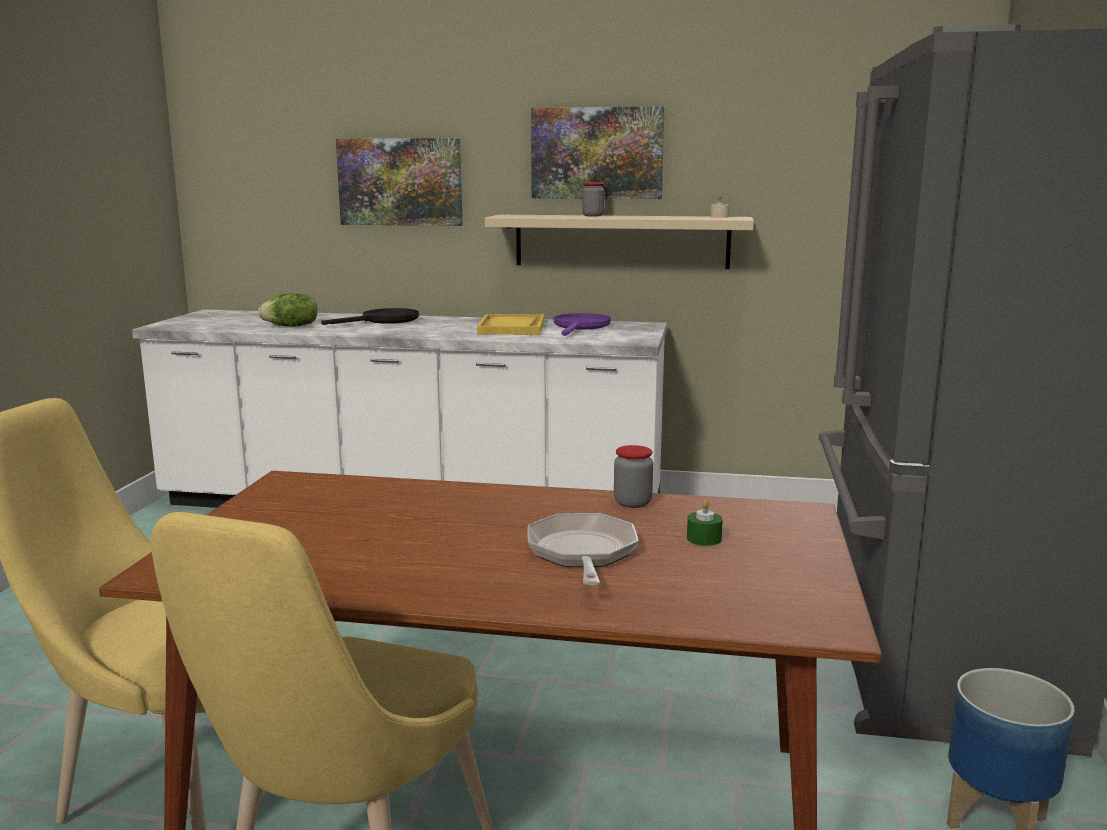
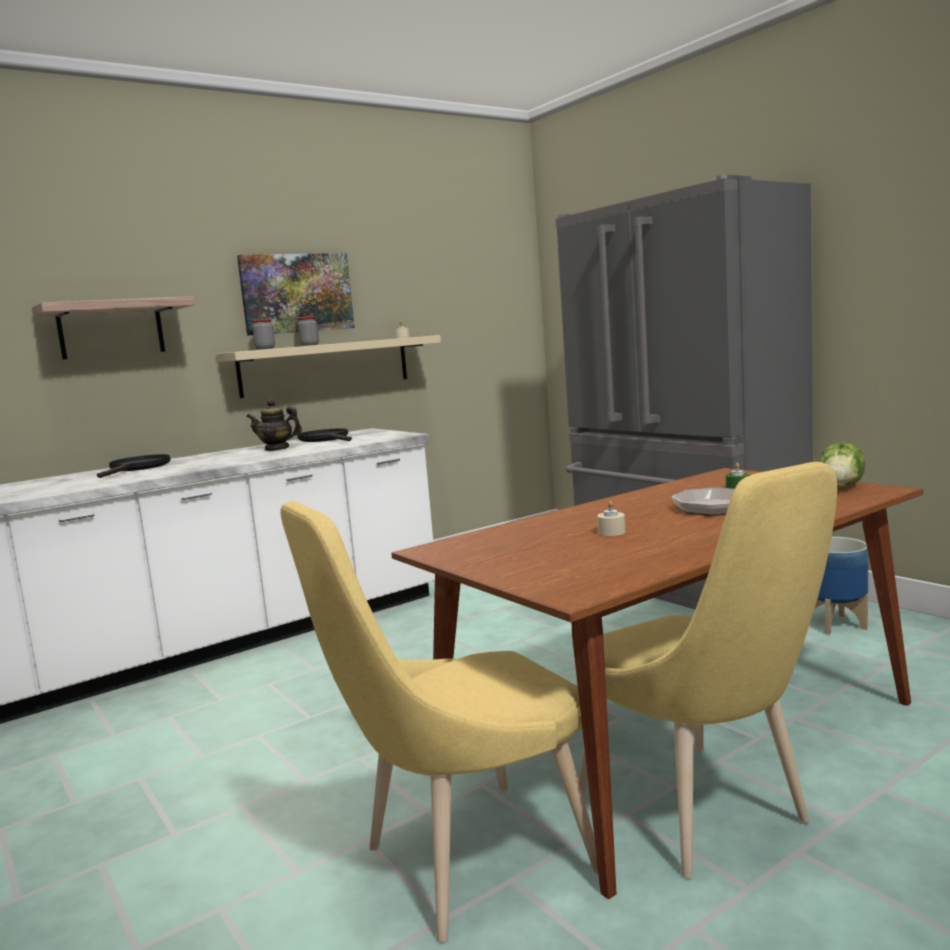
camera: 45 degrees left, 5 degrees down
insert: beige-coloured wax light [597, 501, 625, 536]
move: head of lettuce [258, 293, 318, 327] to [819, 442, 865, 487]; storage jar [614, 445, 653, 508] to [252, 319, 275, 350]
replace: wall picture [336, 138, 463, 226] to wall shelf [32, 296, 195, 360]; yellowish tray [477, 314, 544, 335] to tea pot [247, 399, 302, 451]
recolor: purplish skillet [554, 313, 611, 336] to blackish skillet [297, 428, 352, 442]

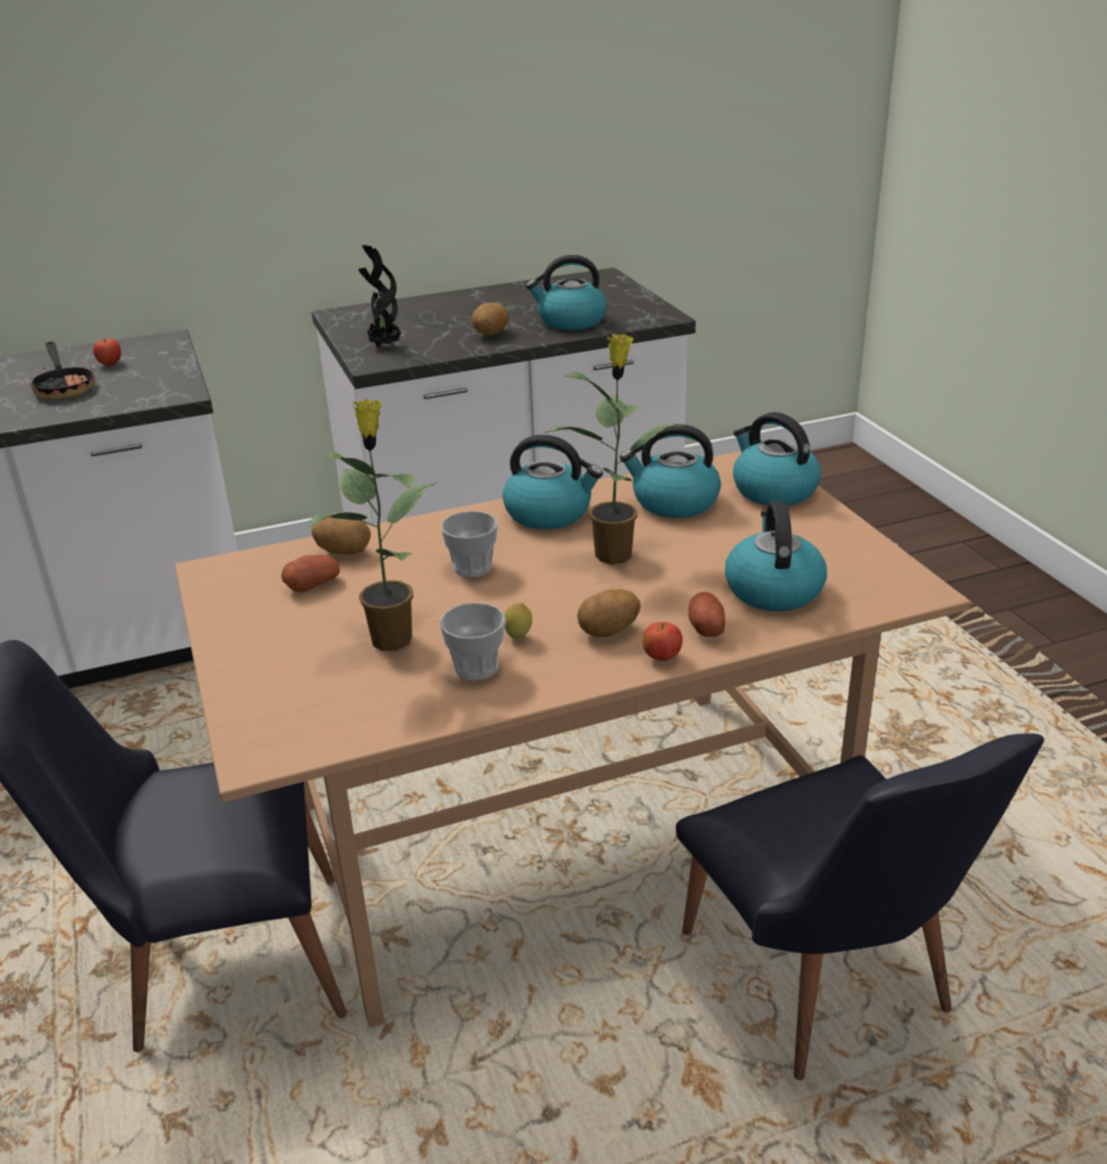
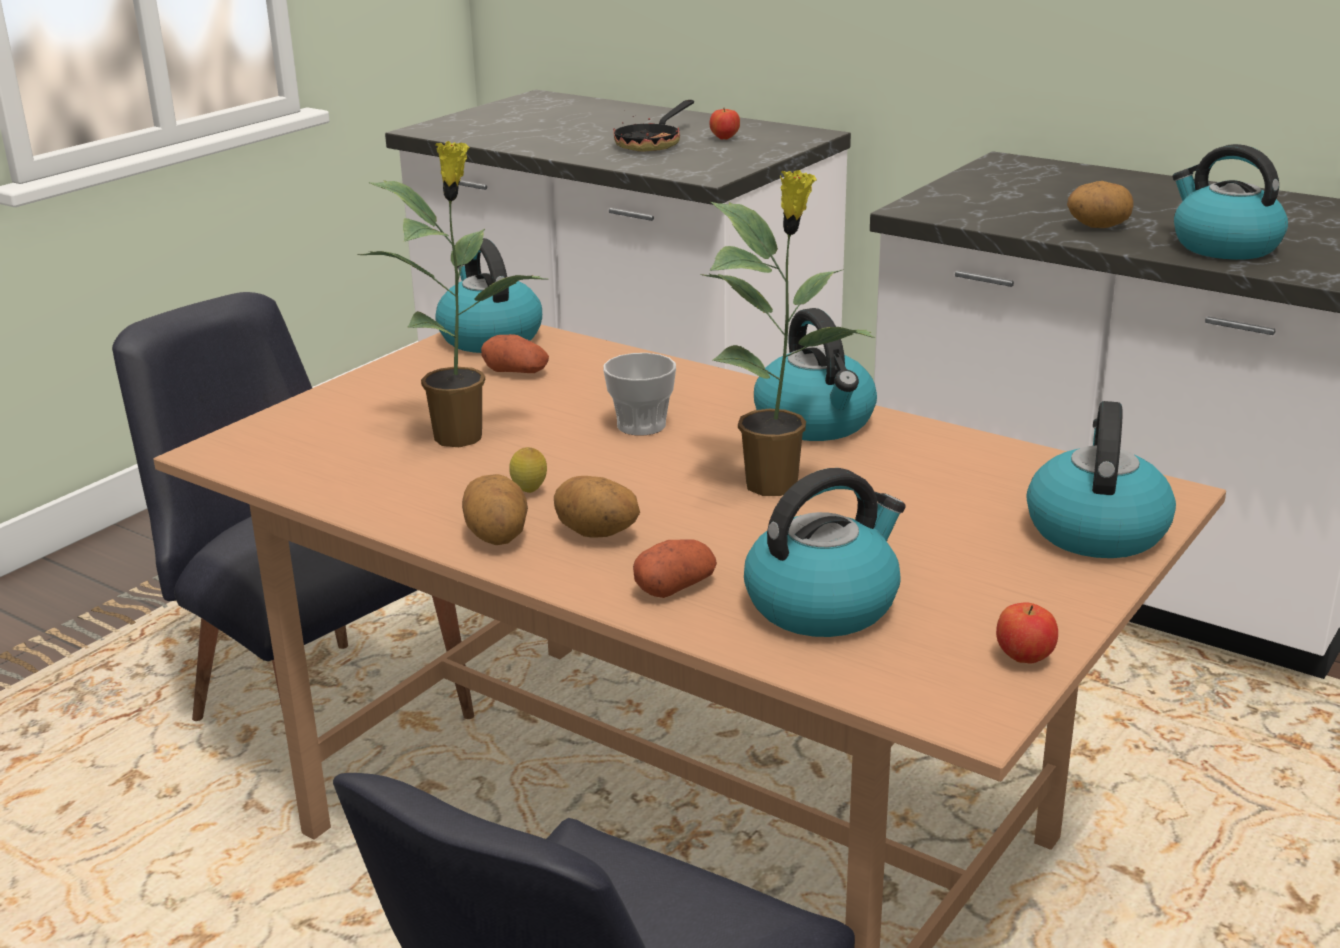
camera: 55 degrees right, 5 degrees down
delete: plant in a pot [358, 245, 401, 347]; small cup [440, 603, 506, 680]
move: whole potato [312, 514, 371, 555] to [462, 474, 528, 545]; water kettle [620, 424, 721, 518] to [435, 238, 542, 353]; apple fruit [643, 622, 682, 661] to [996, 603, 1058, 664]

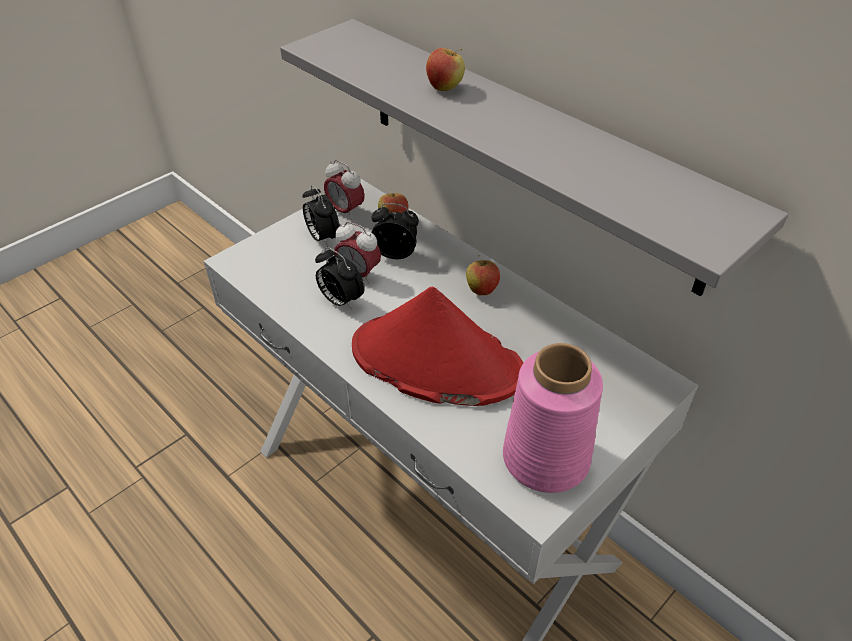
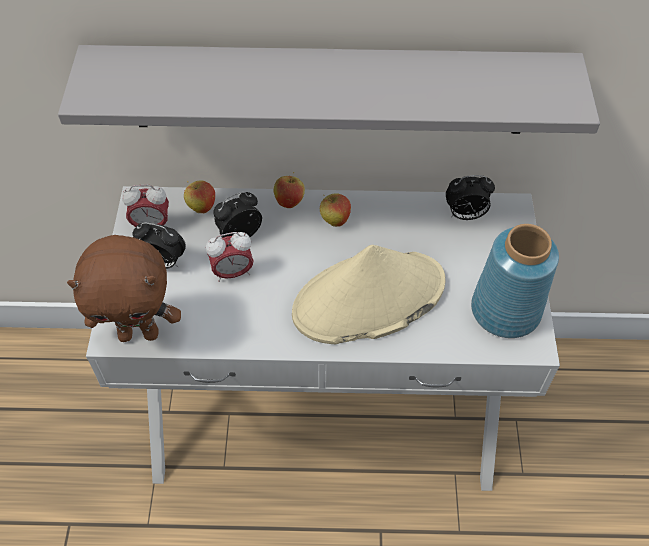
camera: 45 degrees left, 10 degrees up
insert: brownish plush toy [67, 235, 181, 342]
move: table clock [315, 247, 365, 310] to [446, 175, 495, 220]; apple fruit [426, 48, 465, 91] to [274, 172, 305, 208]
recolor: red-coloured wearable hat [352, 287, 523, 406] to beige-coloured wearable hat [292, 245, 446, 344]; pink flower vase [503, 343, 603, 493] to bluish flower vase [471, 224, 559, 338]

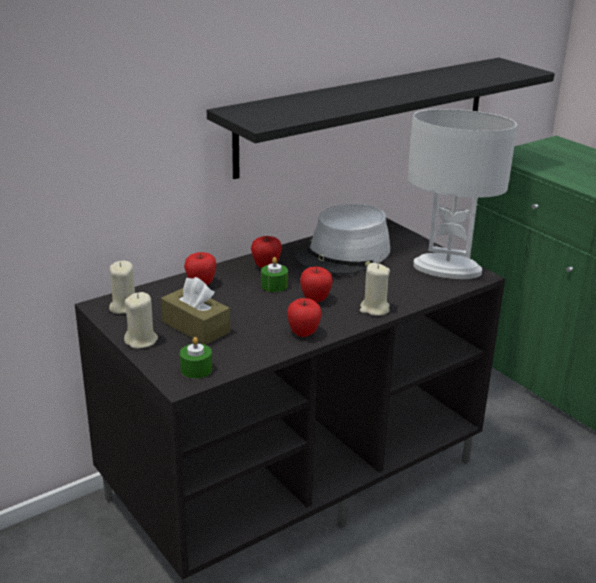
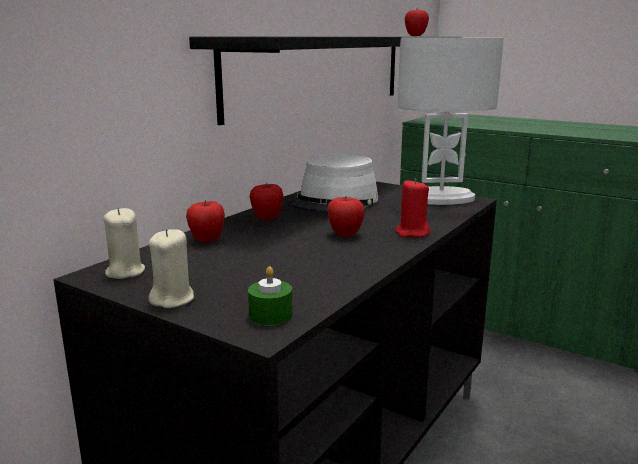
camera: 20 degrees left, 10 degrees down
delete: brownish tissue box [161, 277, 230, 345]; greenish wax light [261, 257, 288, 292]
move: apple fruit [287, 298, 322, 337] to [405, 10, 429, 36]
recolor: beige-coloured wax light [360, 263, 390, 316] to red-coloured wax light [395, 179, 430, 237]

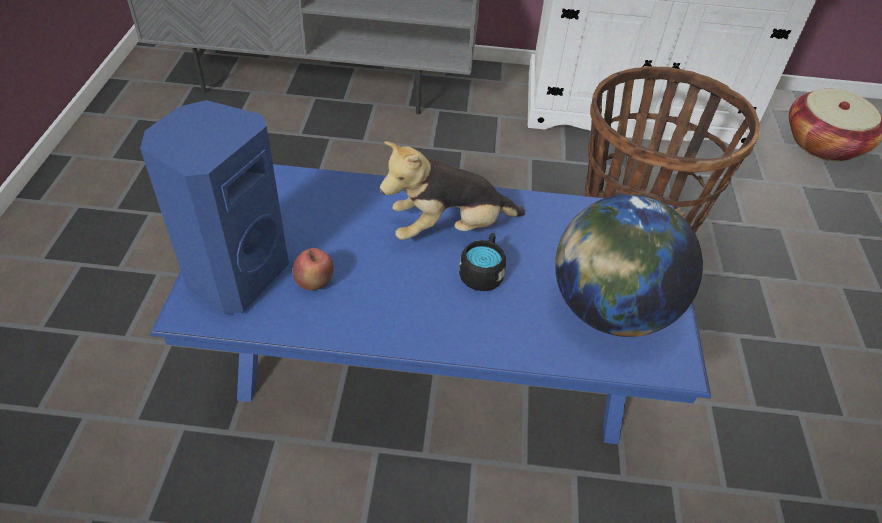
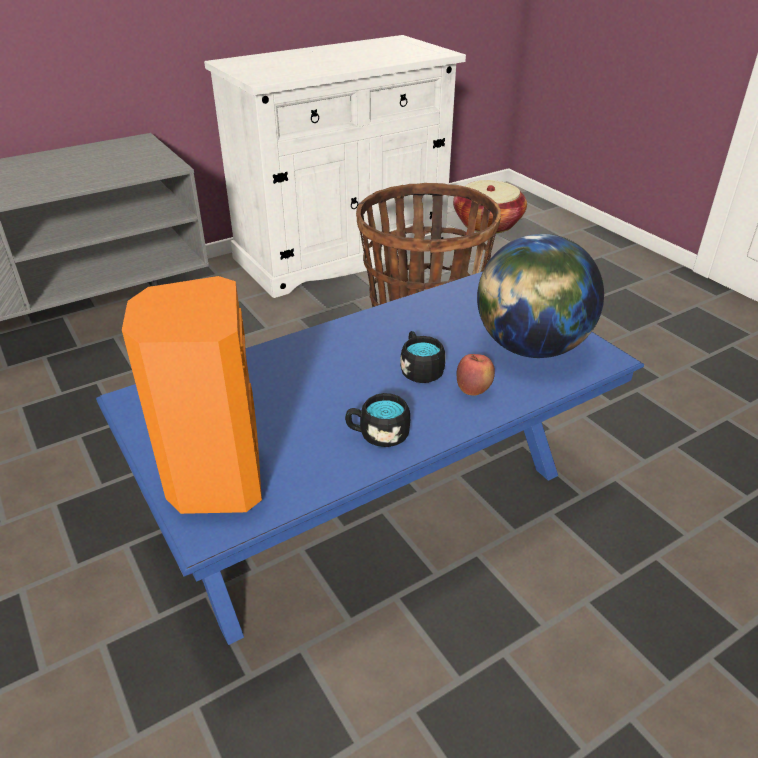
camera: 35 degrees left, 10 degrees down
delete: plush toy [380, 141, 525, 240]
insert: blackish tea mug [345, 393, 410, 447]
move: apple fruit [293, 248, 334, 290] to [457, 354, 495, 396]
recolor: bluish loudspeaker [140, 100, 289, 315] to orange loudspeaker [122, 276, 262, 514]

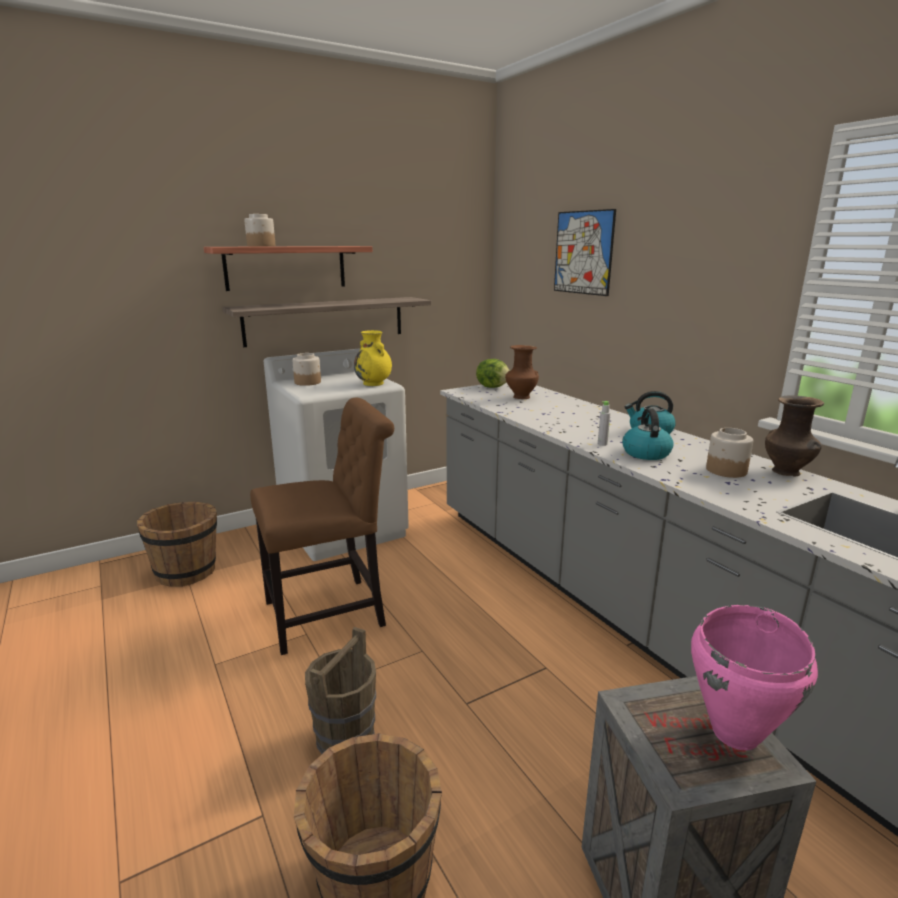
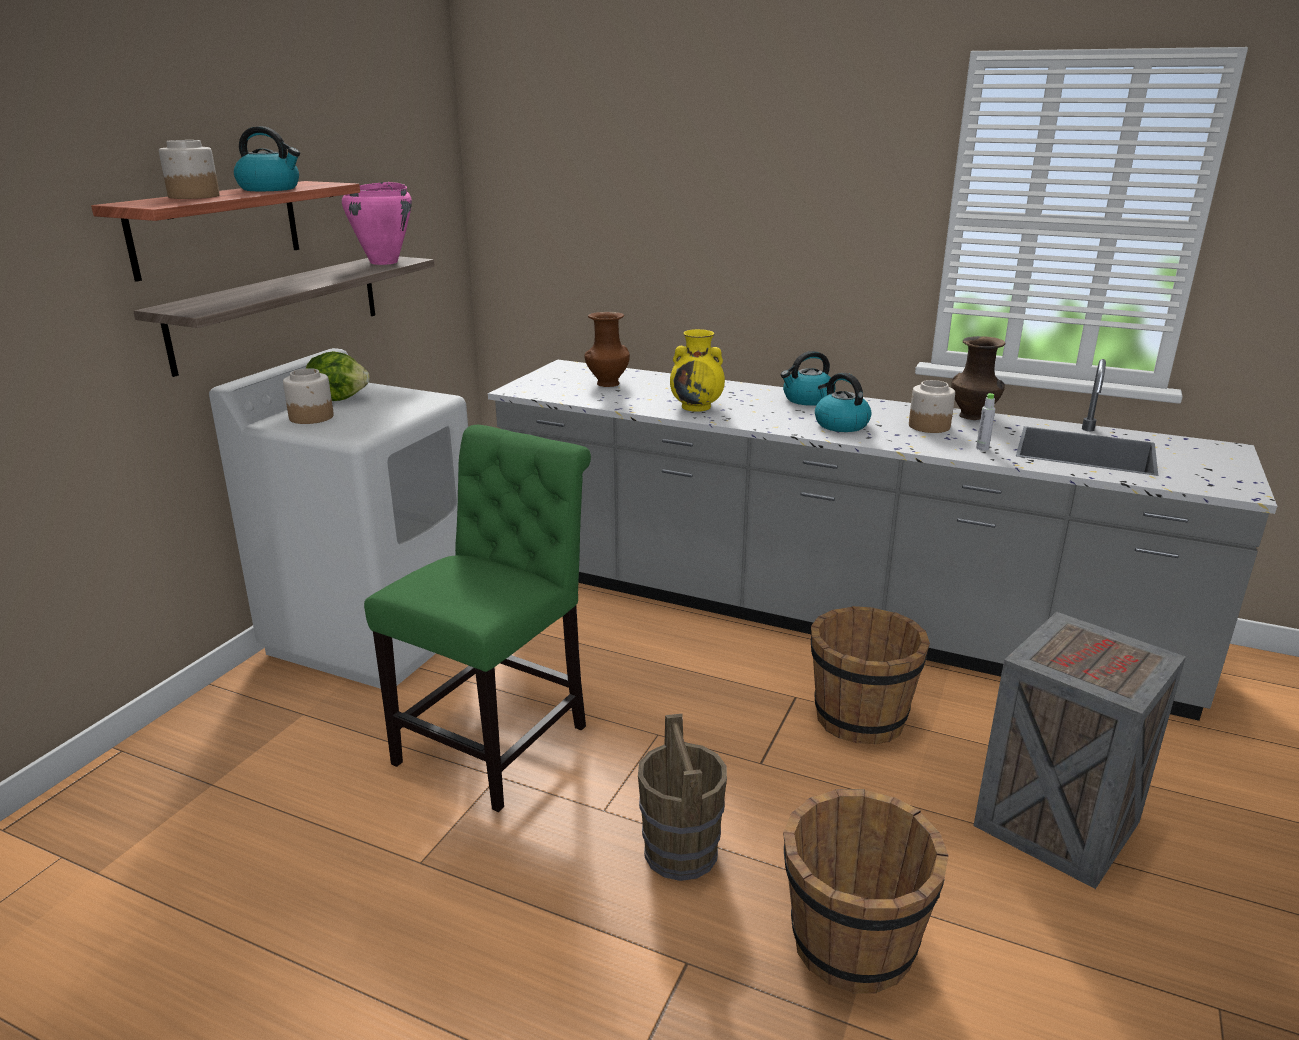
camera: 35 degrees left, 5 degrees up
delete: wall picture [554, 209, 616, 296]
insert: water kettle [234, 126, 300, 191]
move: brownish water bucket [137, 502, 217, 587] to [811, 606, 930, 744]; yellowish flower vase [354, 330, 392, 386] to [670, 329, 725, 412]; head of lettuce [476, 359, 510, 388] to [306, 351, 370, 401]; grey beverage bottle [598, 401, 610, 446] to [976, 393, 995, 451]; pink cooking pot [691, 605, 818, 750] to [342, 182, 412, 265]
recolor: brownish chair [250, 398, 394, 655] to greenish chair [364, 425, 591, 812]

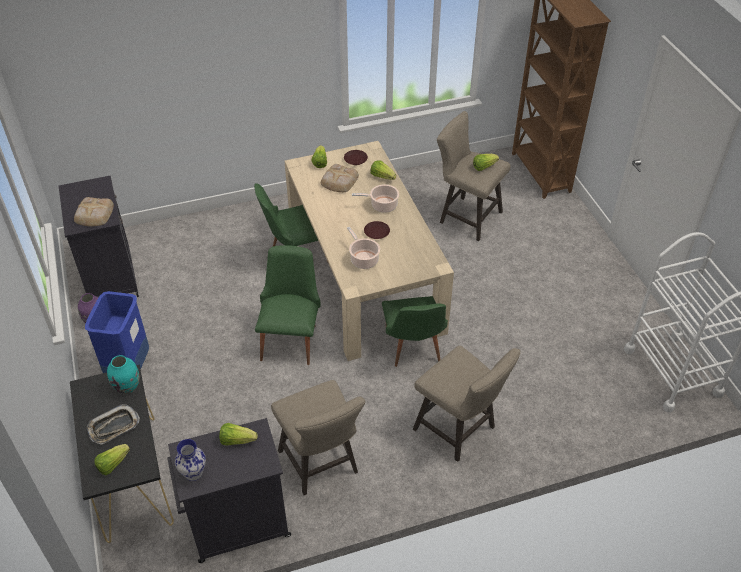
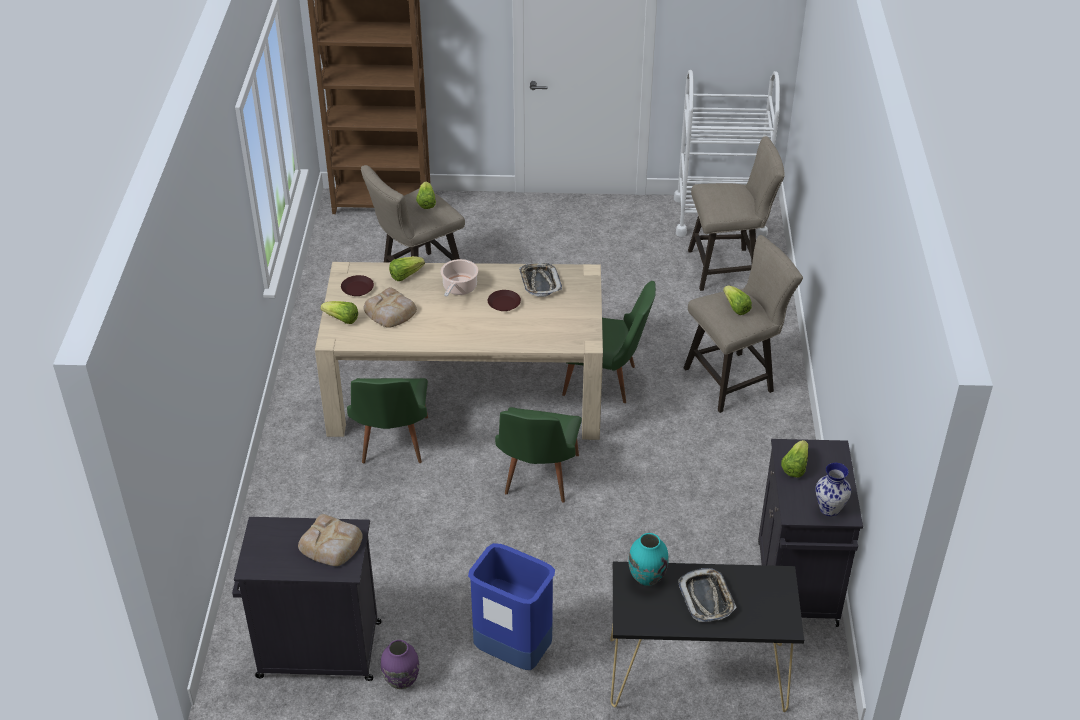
camera: 70 degrees left, 5 degrees down
delete: cooking pot [347, 227, 380, 269]
insert: tray [519, 263, 562, 297]
move: head of lettuce [94, 444, 130, 475] to [723, 285, 752, 315]; beige-coloured stool seat [271, 380, 365, 495] to [688, 136, 785, 291]
rotate: greenish chair [255, 245, 321, 365] = [495, 407, 582, 502] 105 degrees counterclockwise

